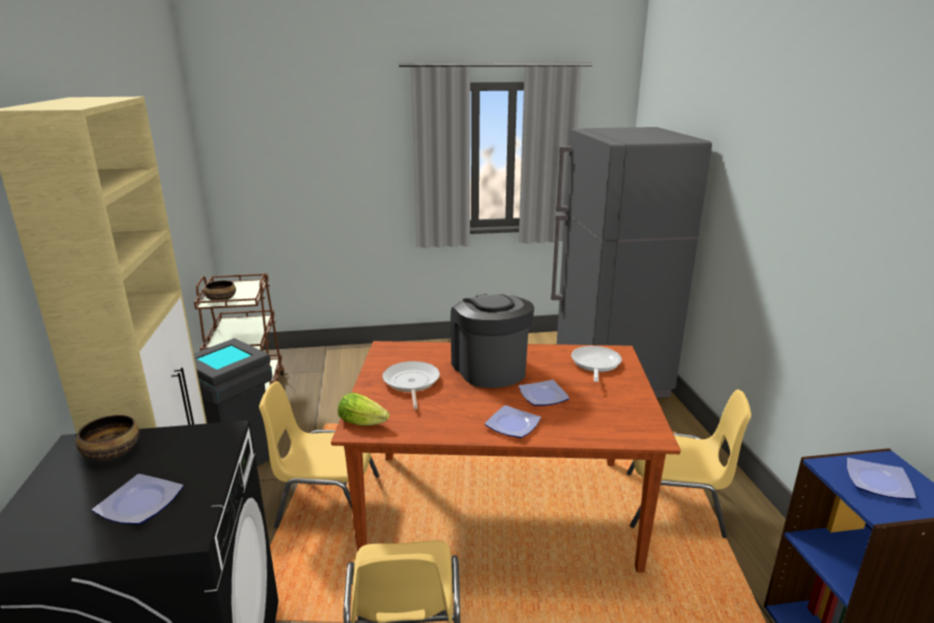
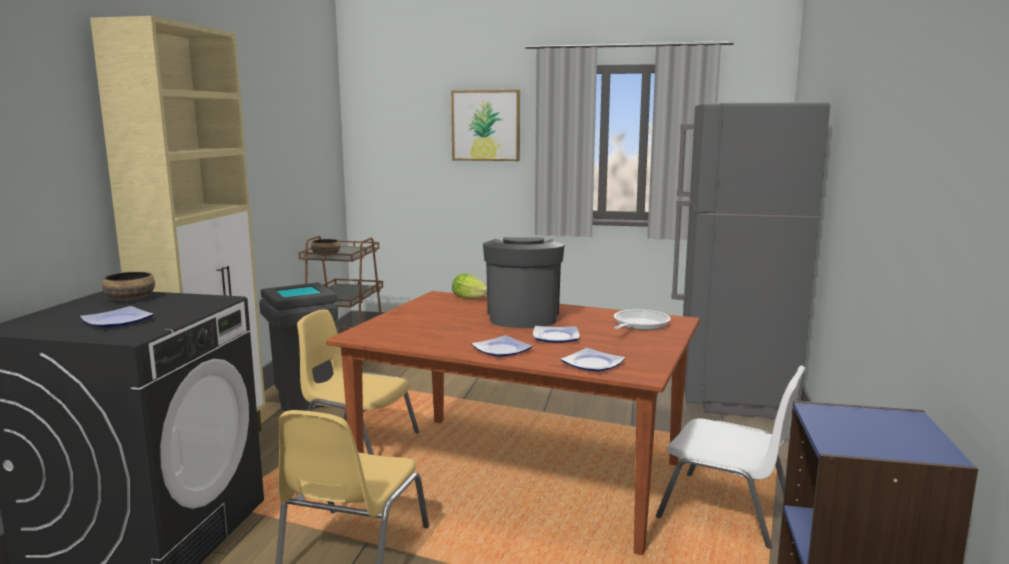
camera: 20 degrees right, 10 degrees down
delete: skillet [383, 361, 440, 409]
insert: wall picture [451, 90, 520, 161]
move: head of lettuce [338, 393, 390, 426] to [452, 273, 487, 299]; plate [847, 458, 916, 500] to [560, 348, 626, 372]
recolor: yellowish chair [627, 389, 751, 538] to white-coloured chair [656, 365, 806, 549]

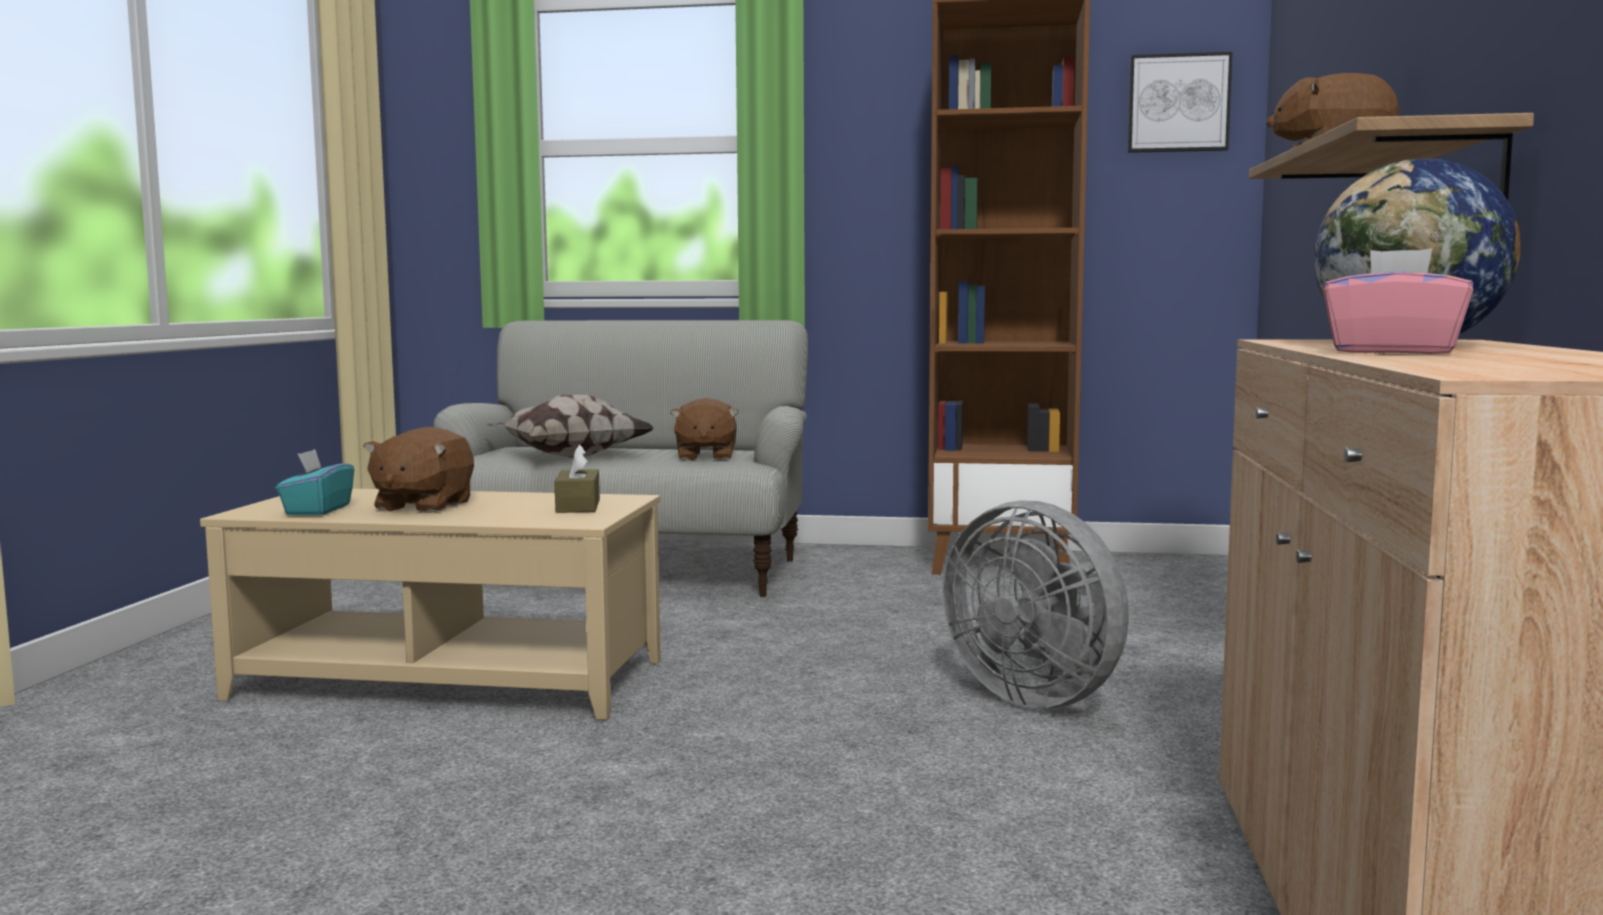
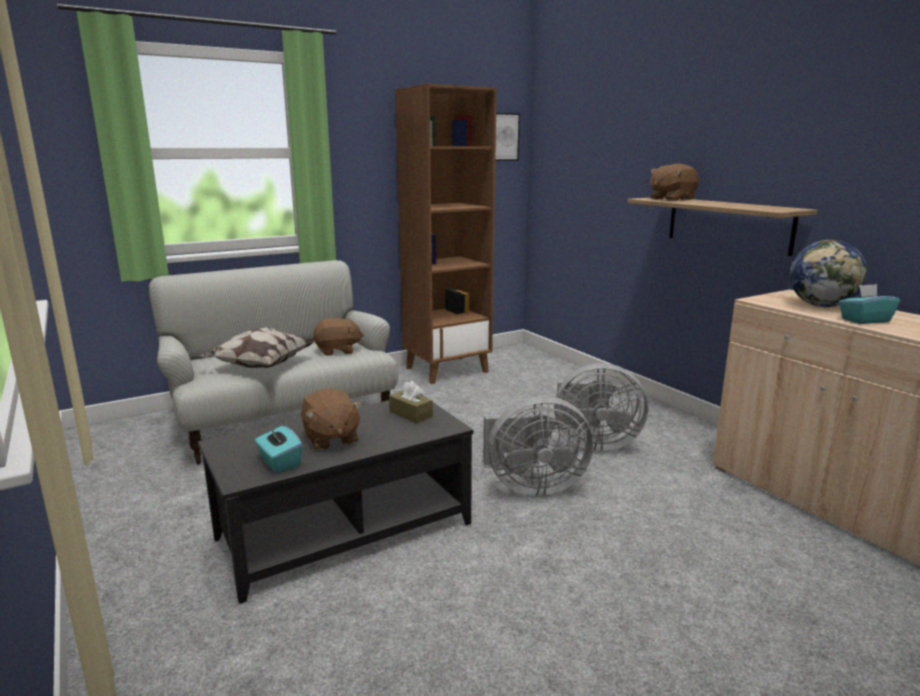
camera: 40 degrees left, 10 degrees up
insert: grey electric fan [483, 396, 593, 497]
recolor: beige-coloured low table [200, 489, 661, 720] to blackish low table [198, 394, 473, 604]; pink tissue box [1323, 248, 1474, 354] to turquoise-coloured tissue box [839, 284, 900, 324]
rotate: brownish plush toy [670, 398, 739, 461] = [313, 318, 364, 356] 60 degrees counterclockwise

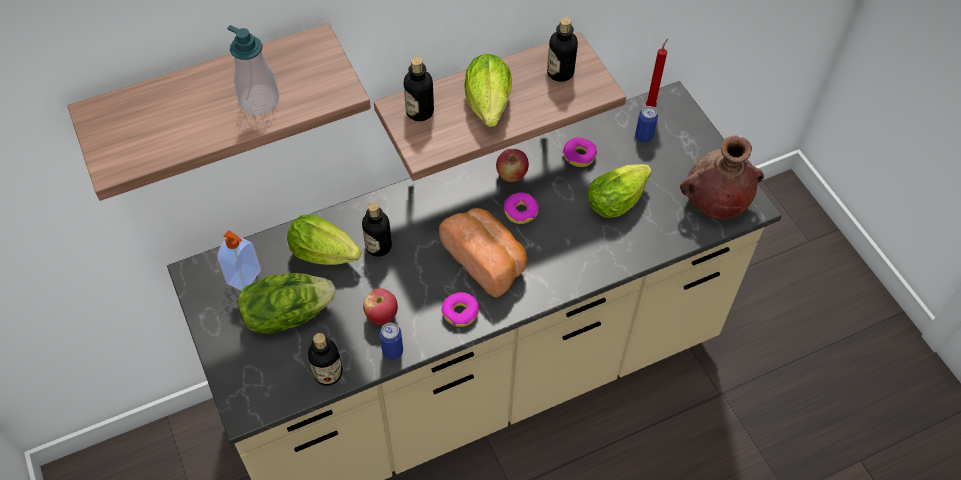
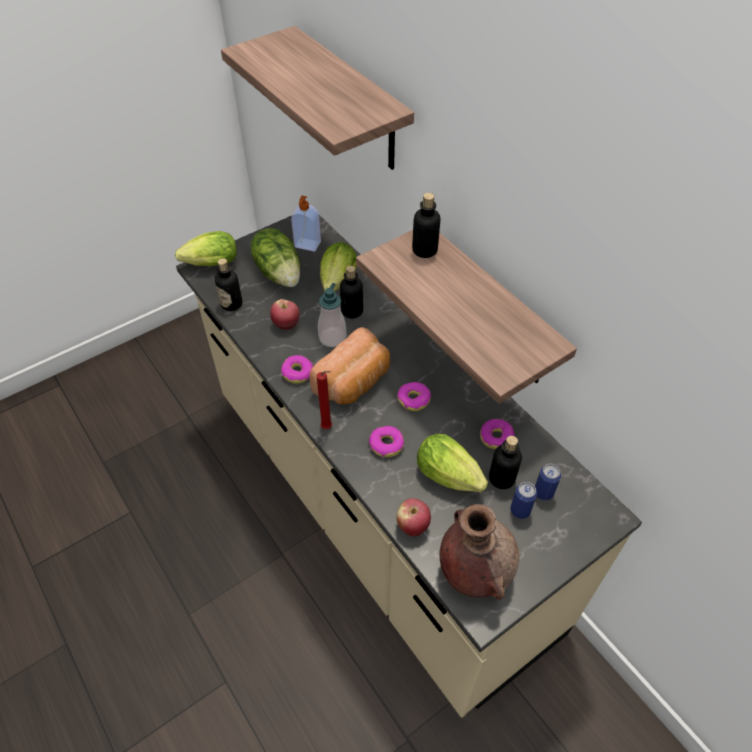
camera: 80 degrees right, 5 degrees down
insert: ring doughnut [369, 426, 404, 457]
move: soap dispenser [227, 25, 279, 114] to [318, 283, 347, 347]; can [380, 323, 403, 360] to [510, 482, 537, 519]; head of lettuce [464, 54, 512, 127] to [175, 231, 237, 266]; apple fruit [496, 149, 529, 182] to [396, 498, 431, 536]; beverage bottle [547, 17, 578, 82] to [489, 436, 522, 489]; red-coloured wax light [646, 39, 668, 107] to [317, 371, 332, 429]

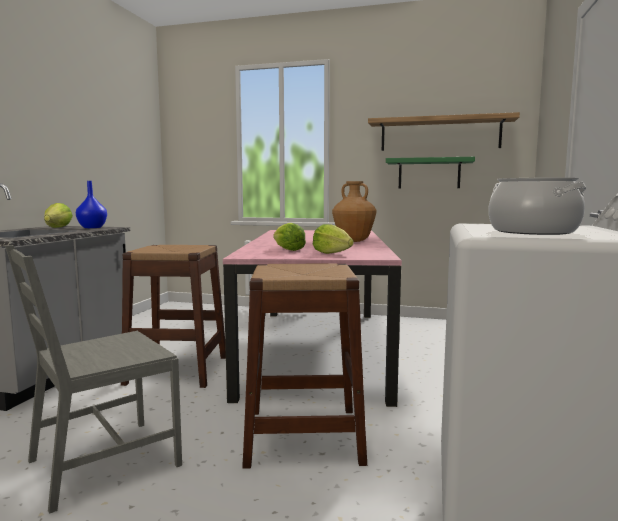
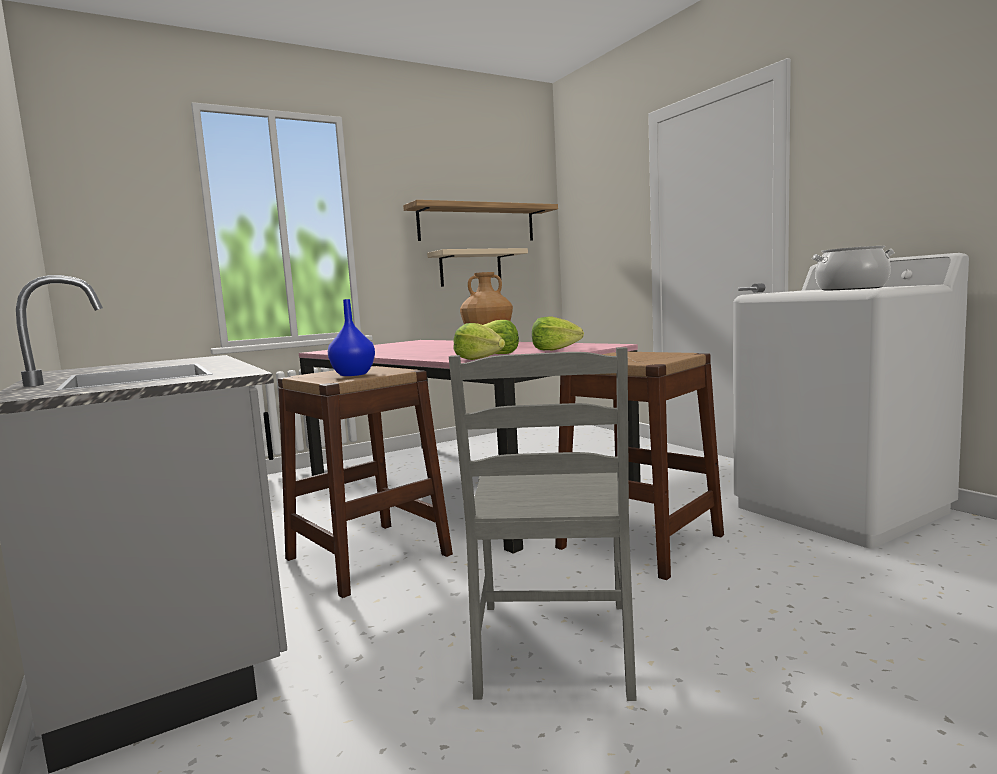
camera: 45 degrees left, 0 degrees up
move: head of lettuce [44, 203, 73, 228] to [453, 323, 505, 360]; bluish flower vase [76, 181, 107, 228] to [328, 299, 375, 376]
recolor: greenish wall shelf [386, 157, 475, 188] to beige-coloured wall shelf [427, 248, 528, 287]

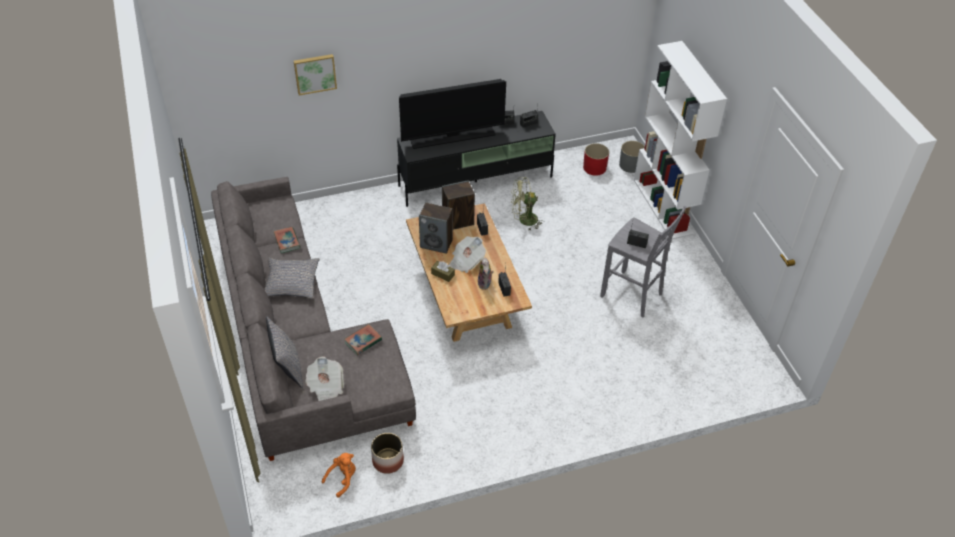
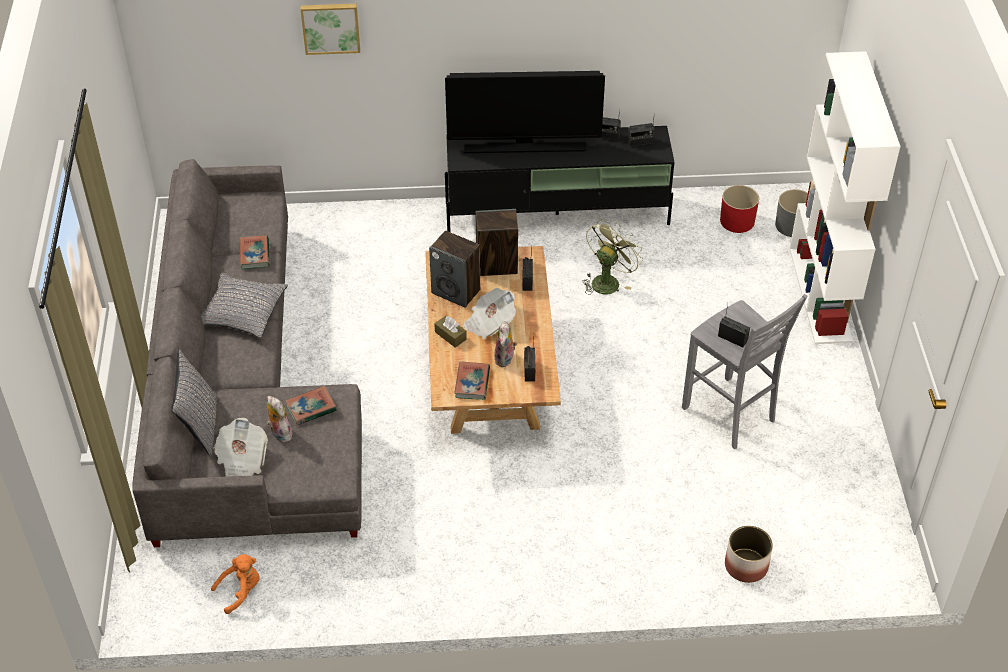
camera: 15 degrees right, 0 degrees up
insert: plush toy [267, 396, 292, 442]; volume [455, 361, 490, 400]
move: planter [371, 433, 404, 474] to [725, 526, 773, 583]
rotate: greenish electric fan [511, 177, 544, 231] = [582, 219, 643, 295] 120 degrees clockwise

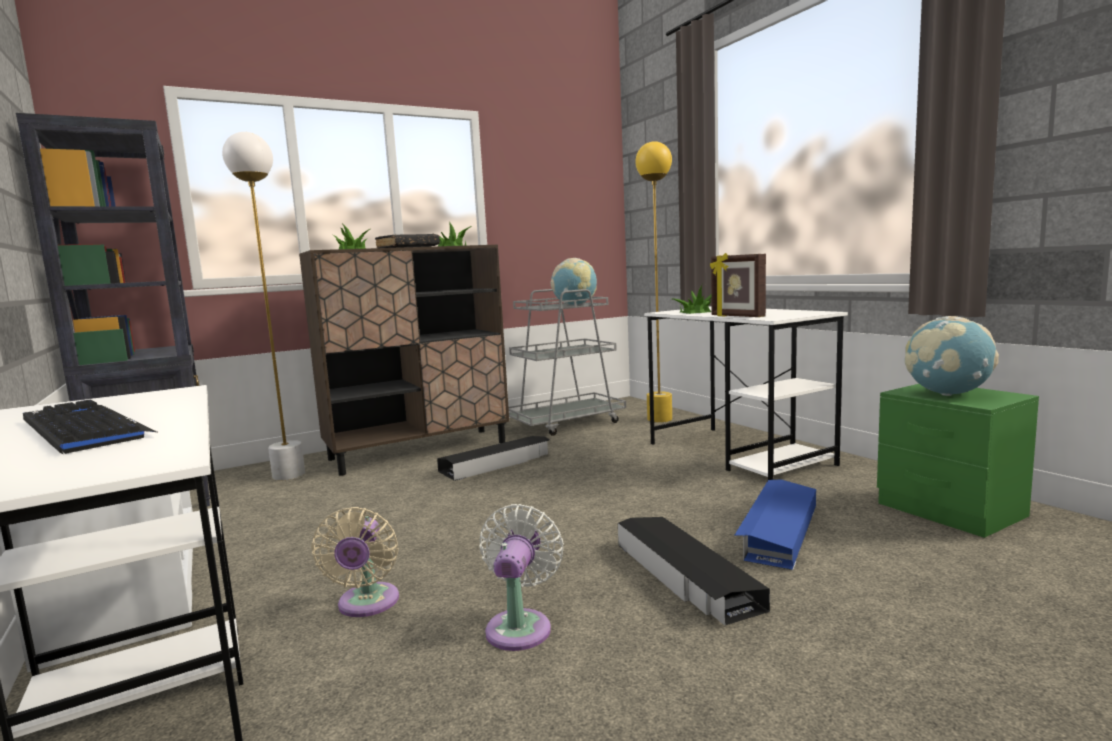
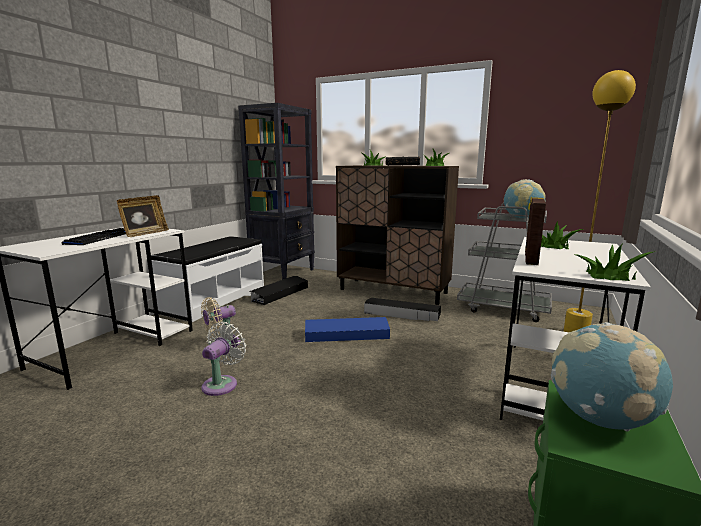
camera: 55 degrees right, 5 degrees up
delete: white-coloured floor lamp [222, 132, 305, 481]
insert: photo frame [117, 195, 169, 237]; plant in a pot [576, 243, 653, 281]
move: blackish storage container [618, 517, 771, 626] to [249, 276, 308, 305]; bluish storage container [734, 479, 816, 570] to [305, 317, 390, 342]
rotate: white-coloured electric fan [479, 504, 564, 651] = [201, 322, 246, 396] 45 degrees counterclockwise

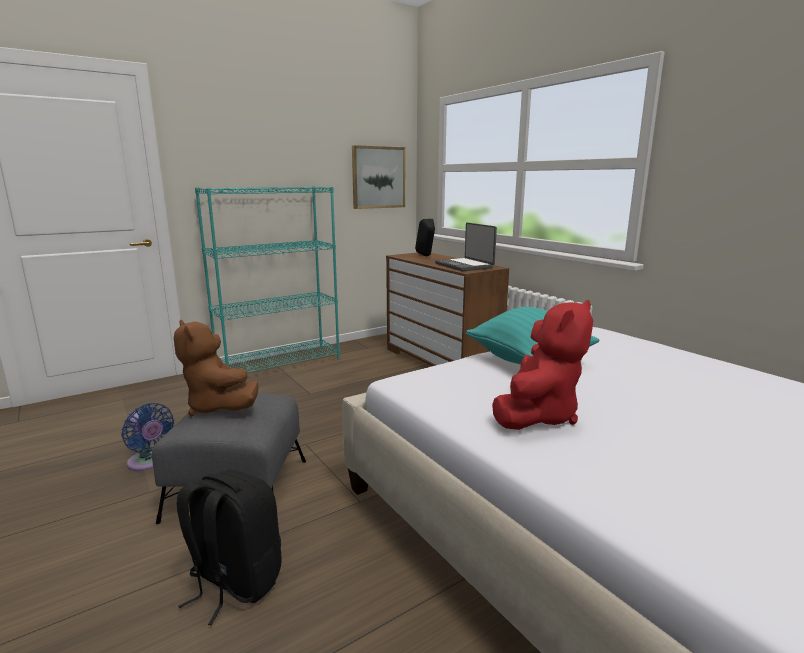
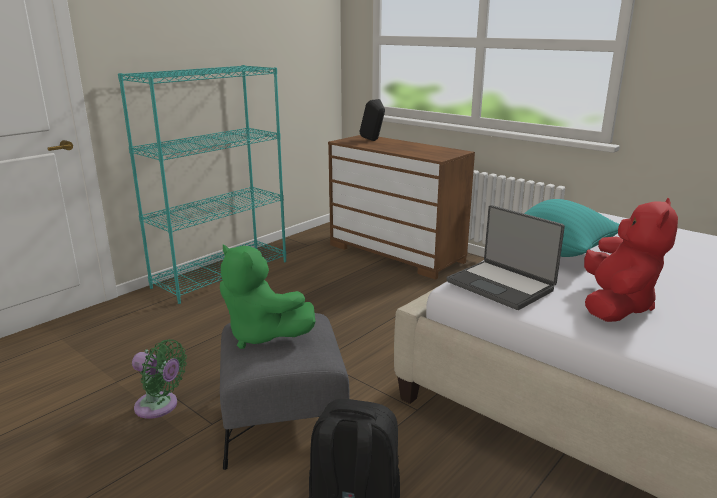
camera: 15 degrees left, 5 degrees up
delete: wall picture [352, 145, 405, 209]
move: notebook computer [435, 223, 497, 271] to [446, 205, 565, 310]
recolor: bluish electric fan [122, 403, 174, 471] to greenish electric fan [132, 339, 187, 419]; brownish plush toy [174, 320, 259, 416] to greenish plush toy [220, 245, 316, 349]

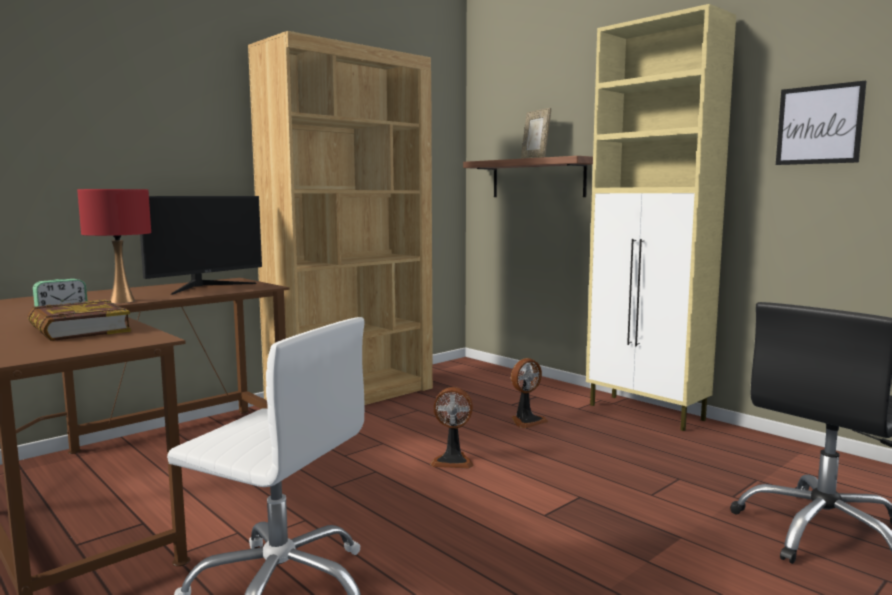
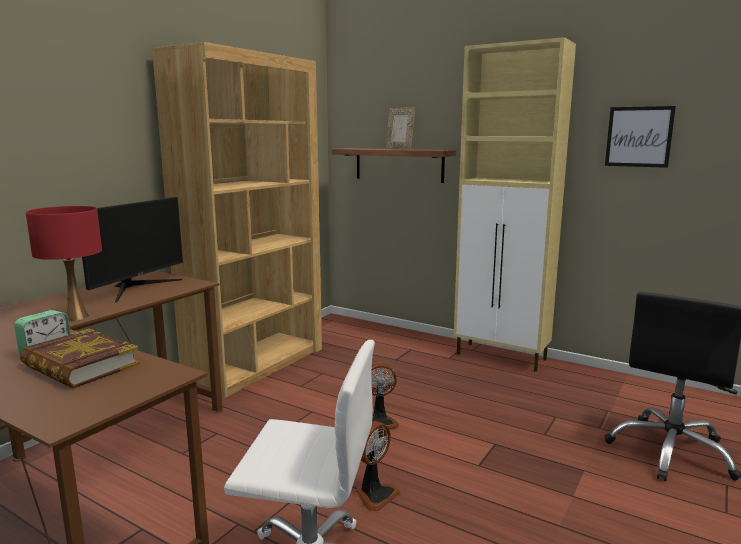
camera: 15 degrees left, 5 degrees up
move: electric fan [511, 358, 548, 428] to [356, 421, 401, 512]

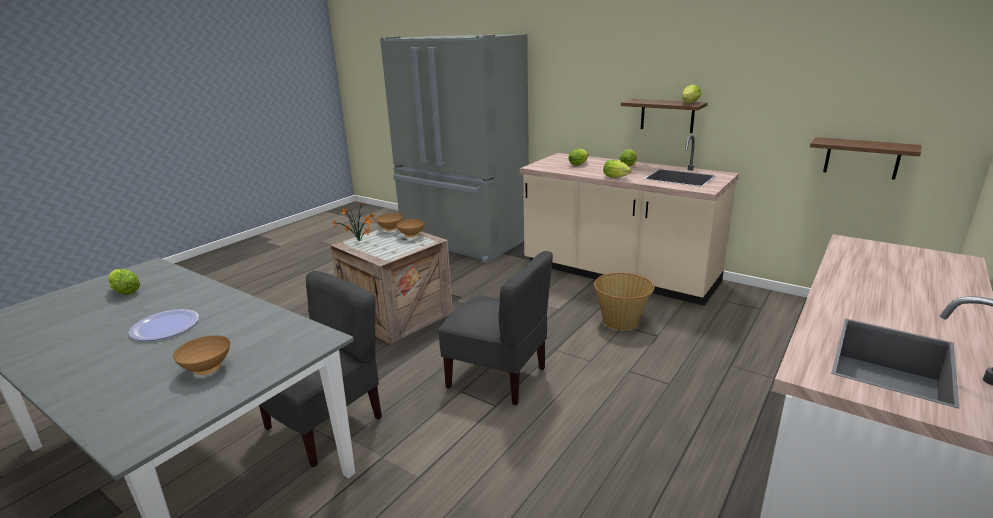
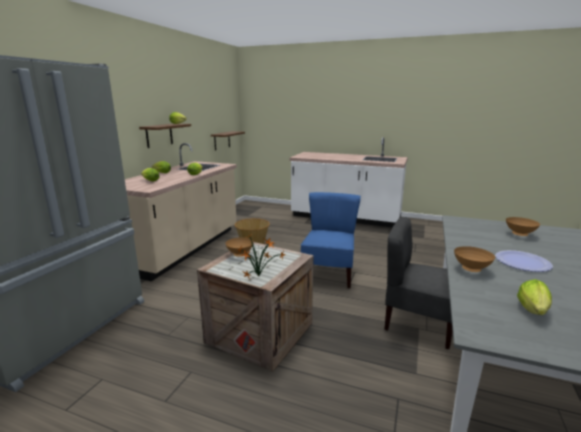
camera: 105 degrees left, 5 degrees down
move: brownish bowl [376, 213, 403, 231] to [454, 246, 495, 272]
recolor: grey chair [438, 251, 553, 405] to bluish chair [301, 192, 361, 288]

